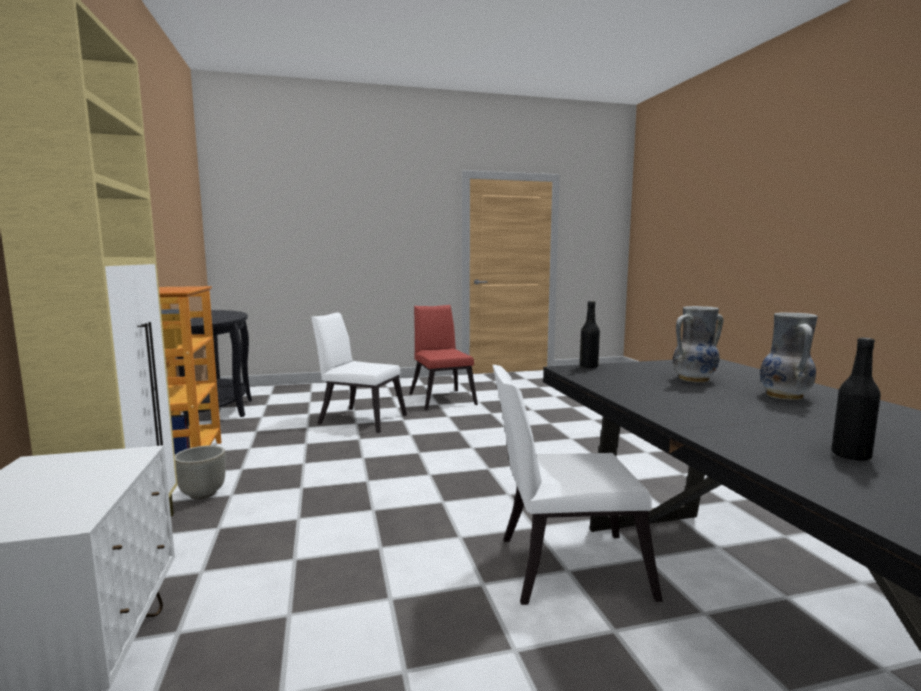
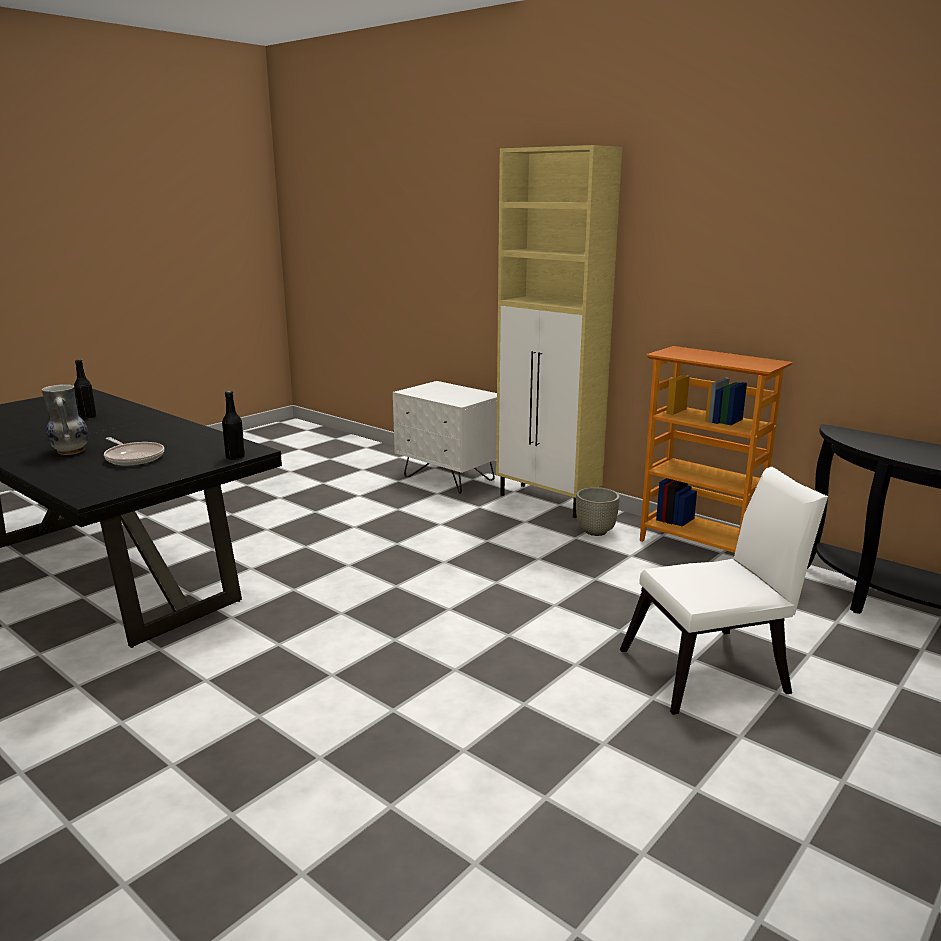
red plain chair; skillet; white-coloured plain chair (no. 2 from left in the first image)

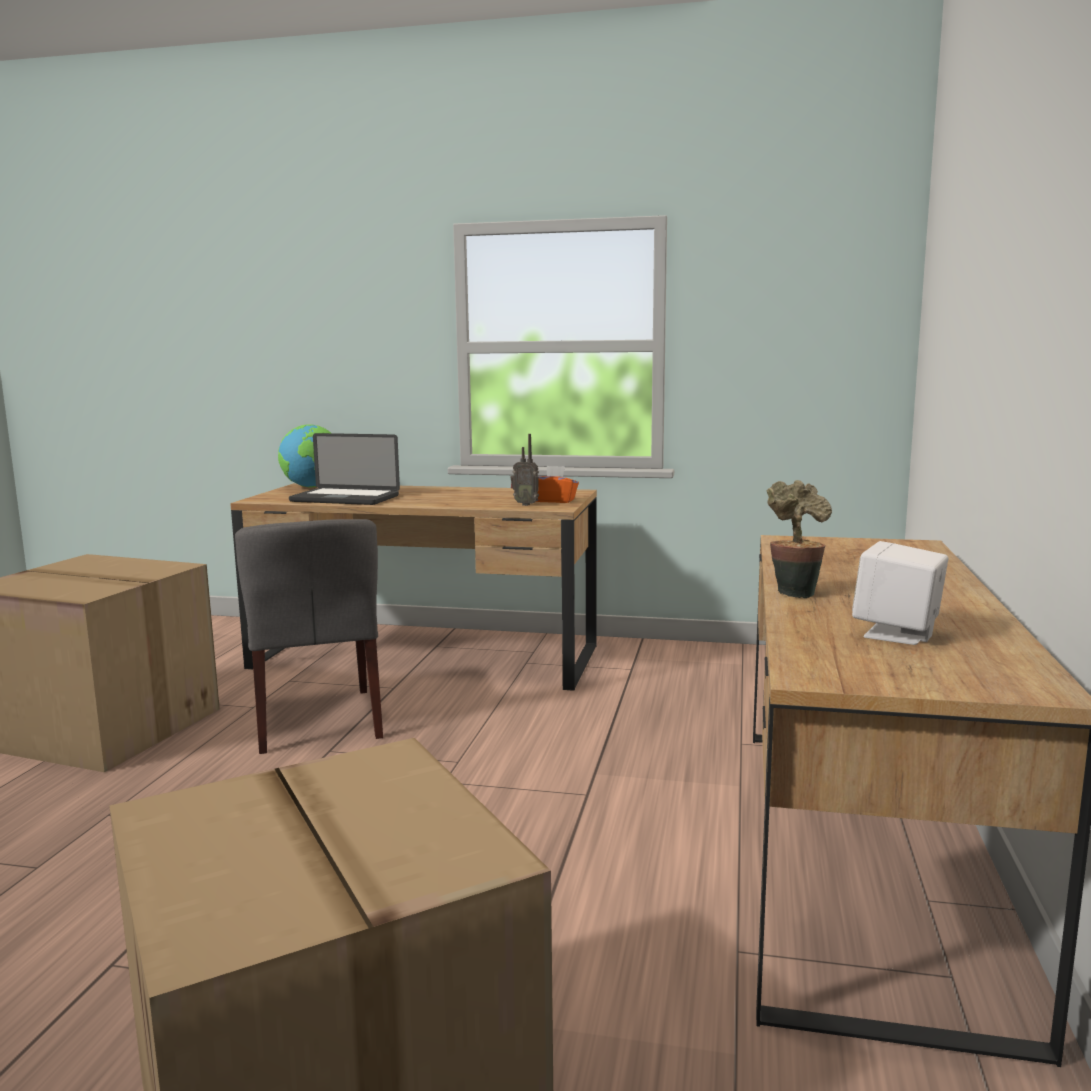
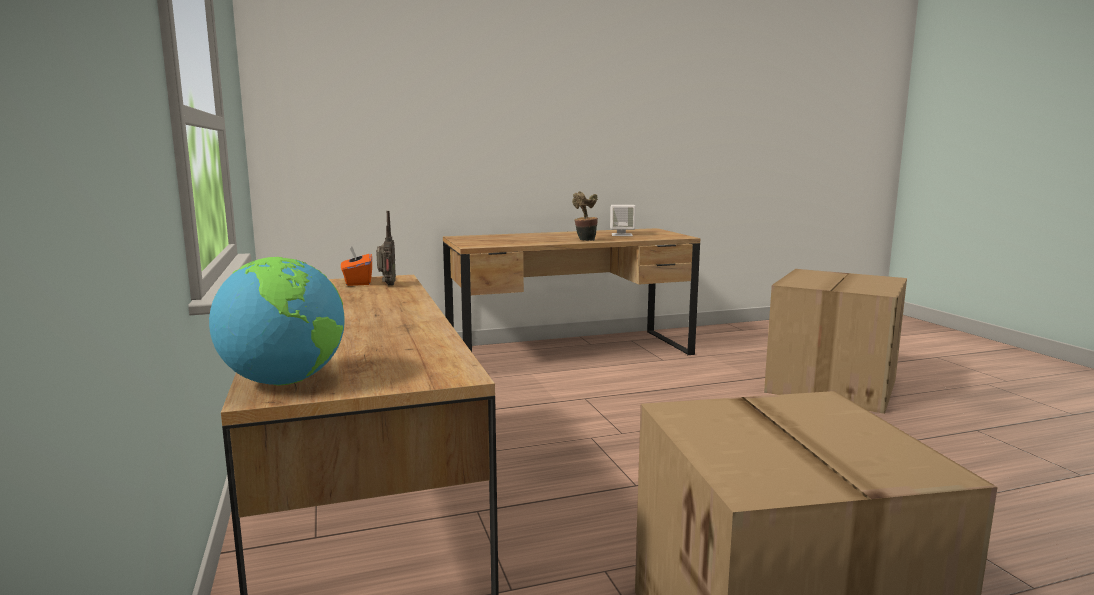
notebook computer; gray plain chair

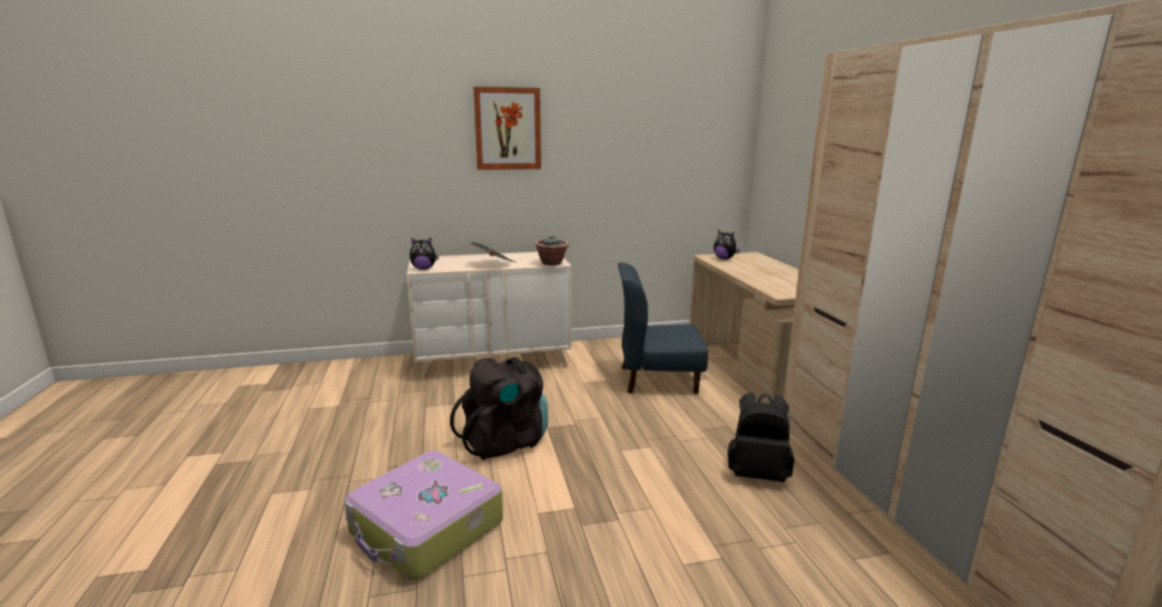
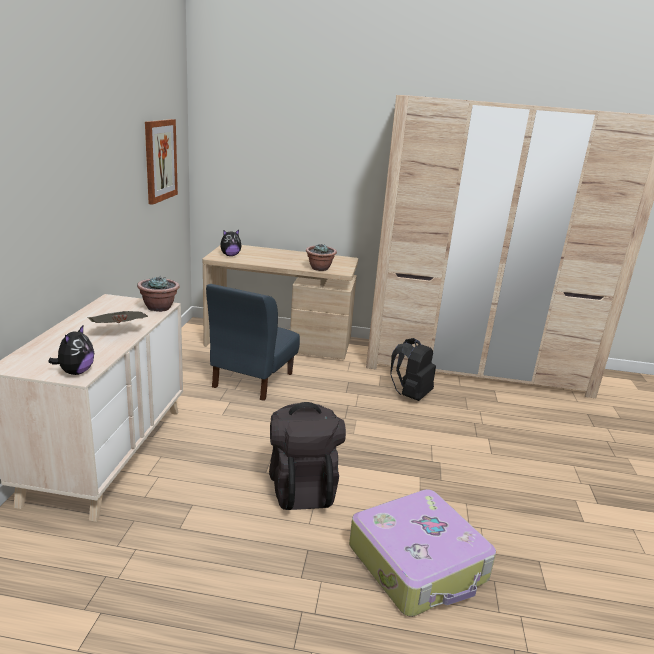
wall art; potted plant (no. 2 from left)

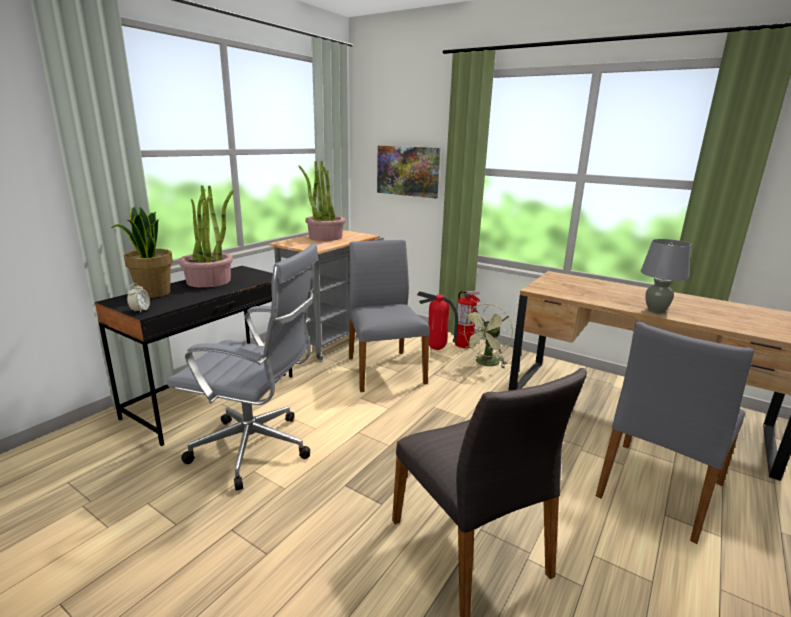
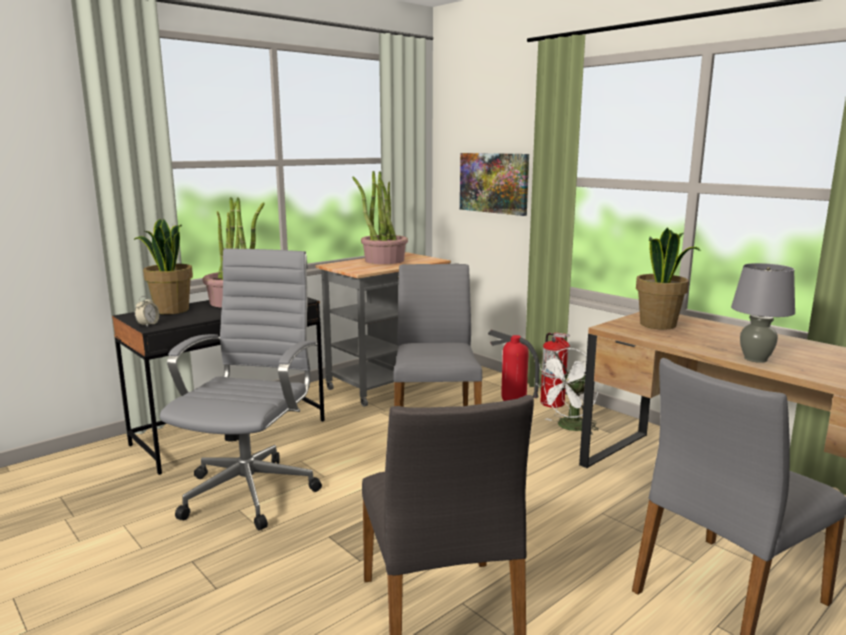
gray office chair; white-coloured cooling fan; potted plant (no. 4 from left)

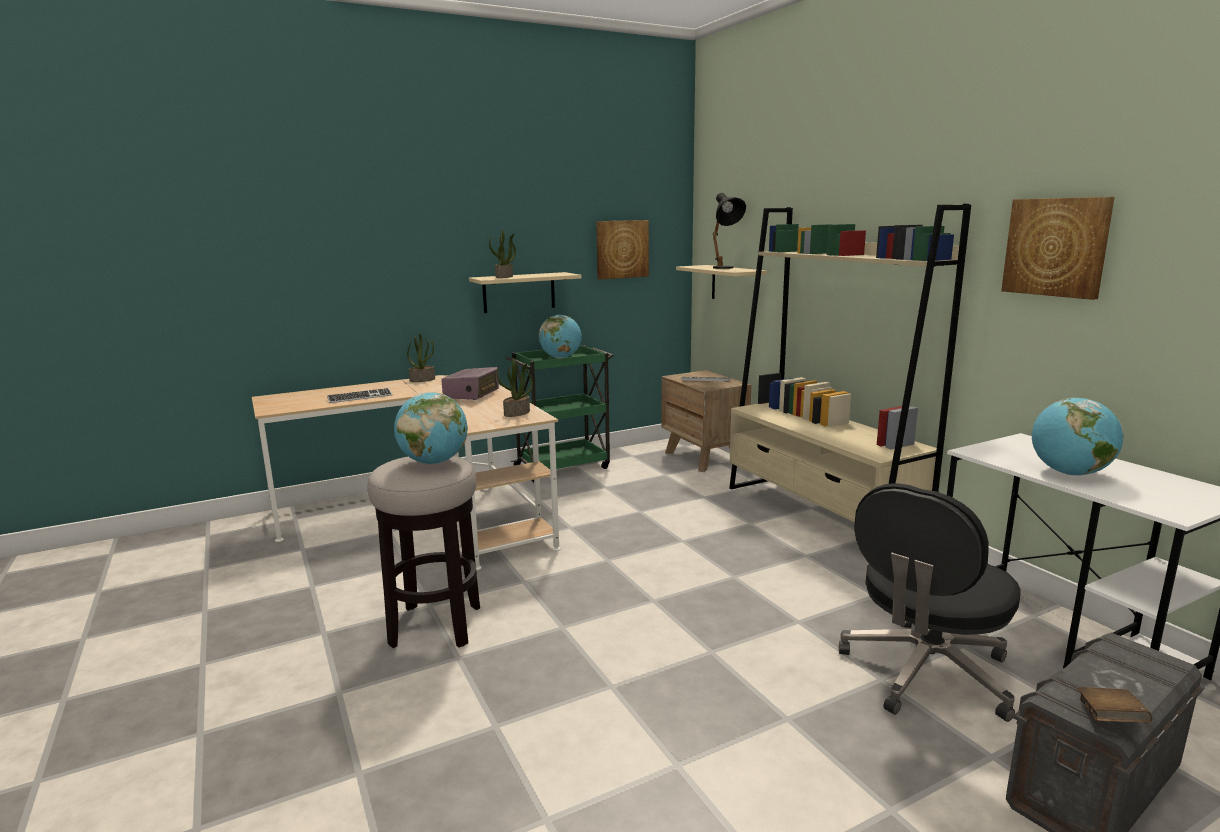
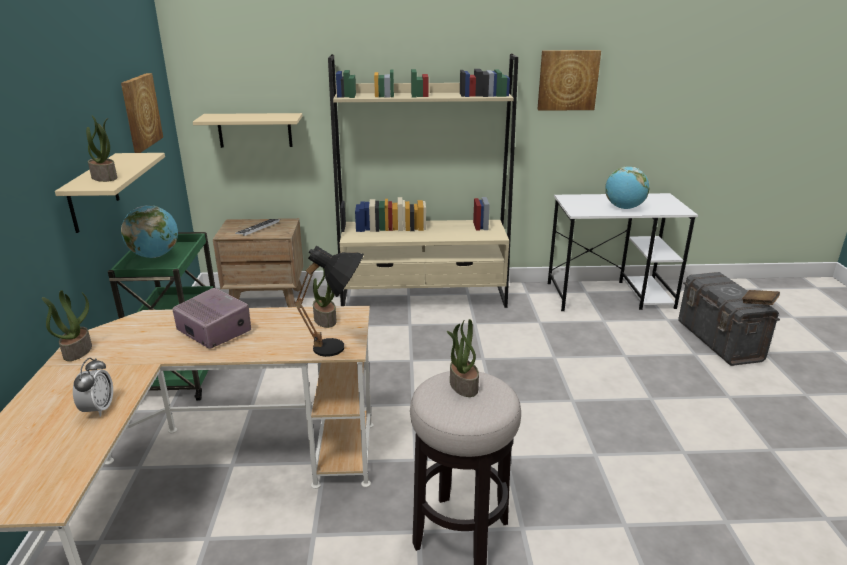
blackish tabletop lamp; alarm clock; potted plant (no. 4 from left); blackish office chair

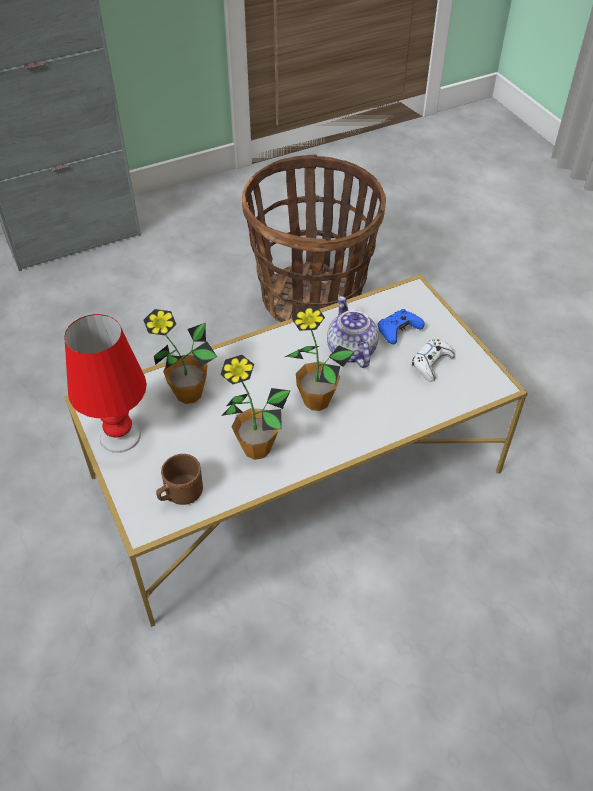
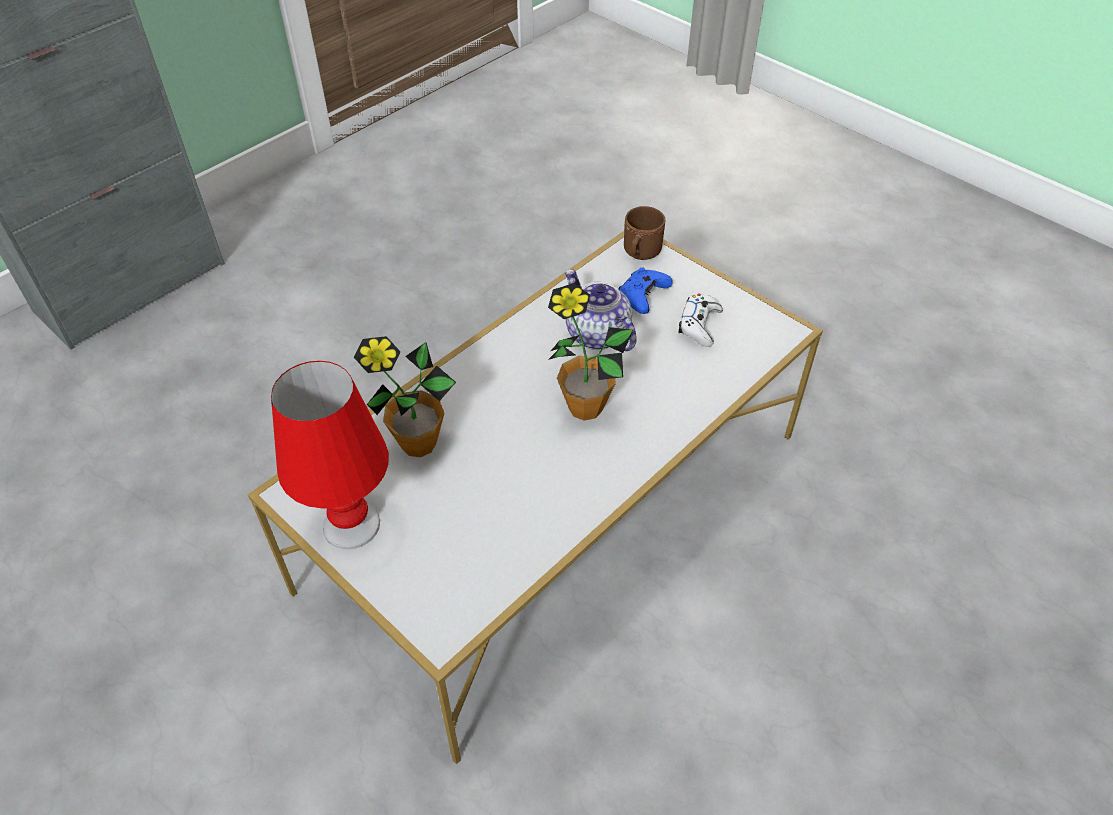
basket; potted plant (no. 2 from left in the first image); brown-coloured tea mug

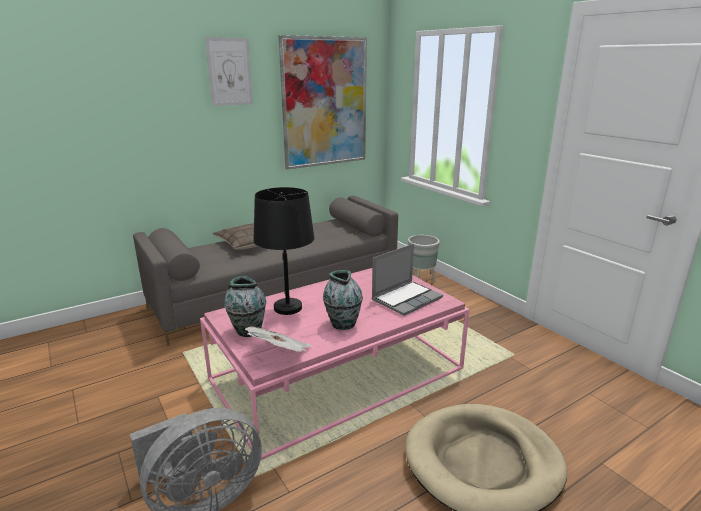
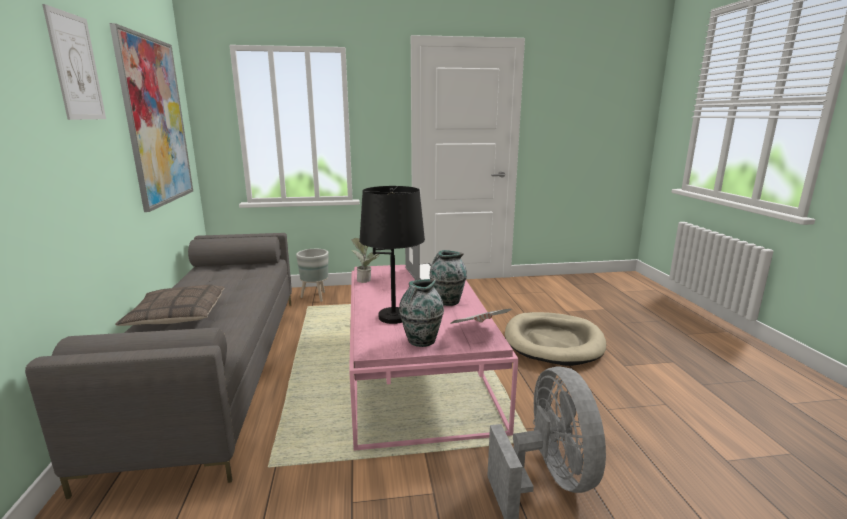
potted plant

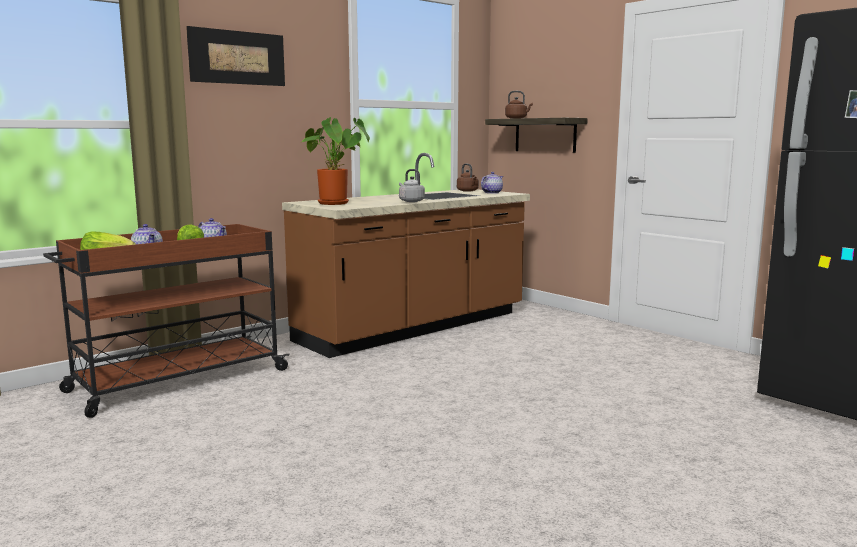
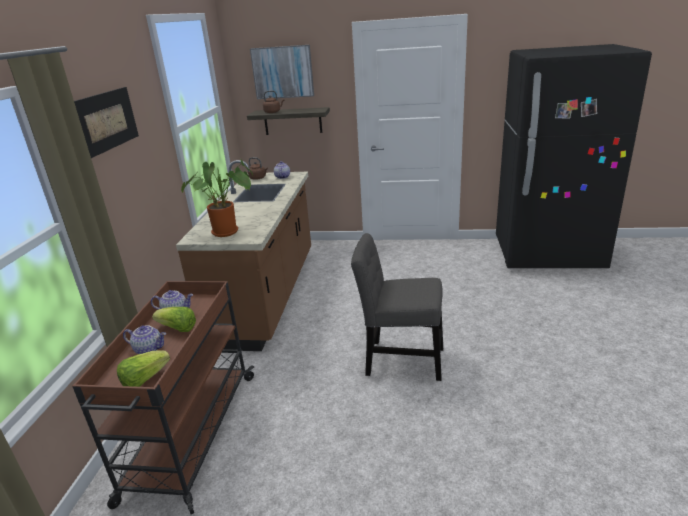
gray tea kettle; wall art (no. 2 from left); gray plain chair

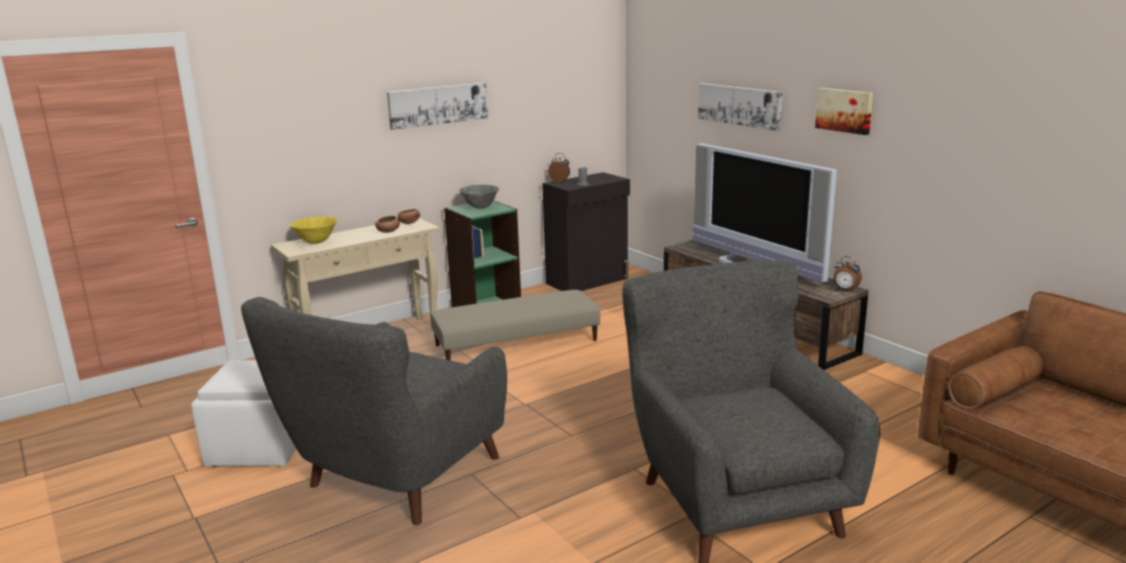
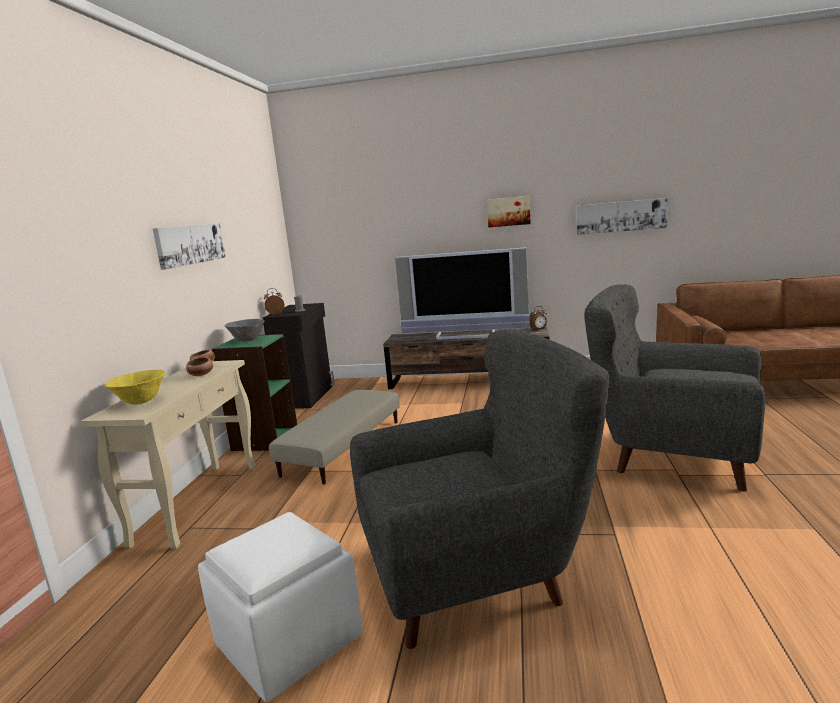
wall art (no. 3 from left); gray easy chair (no. 1 from left)

